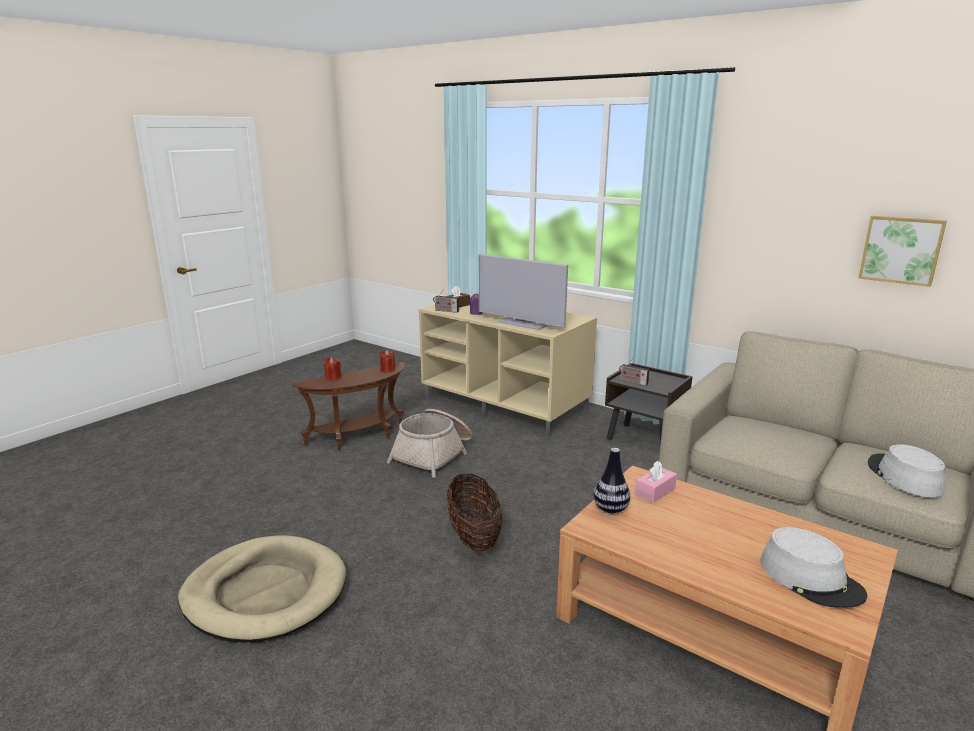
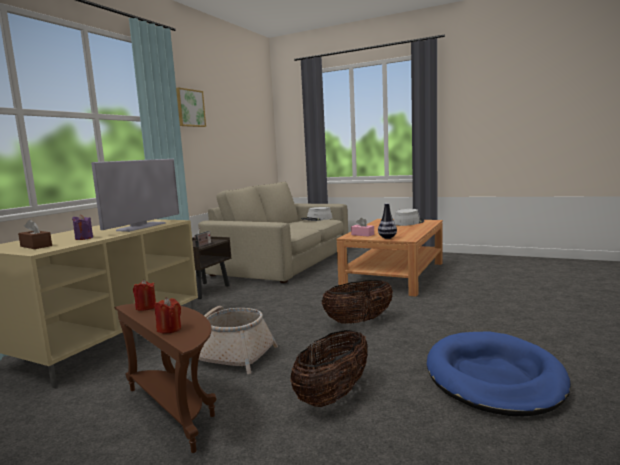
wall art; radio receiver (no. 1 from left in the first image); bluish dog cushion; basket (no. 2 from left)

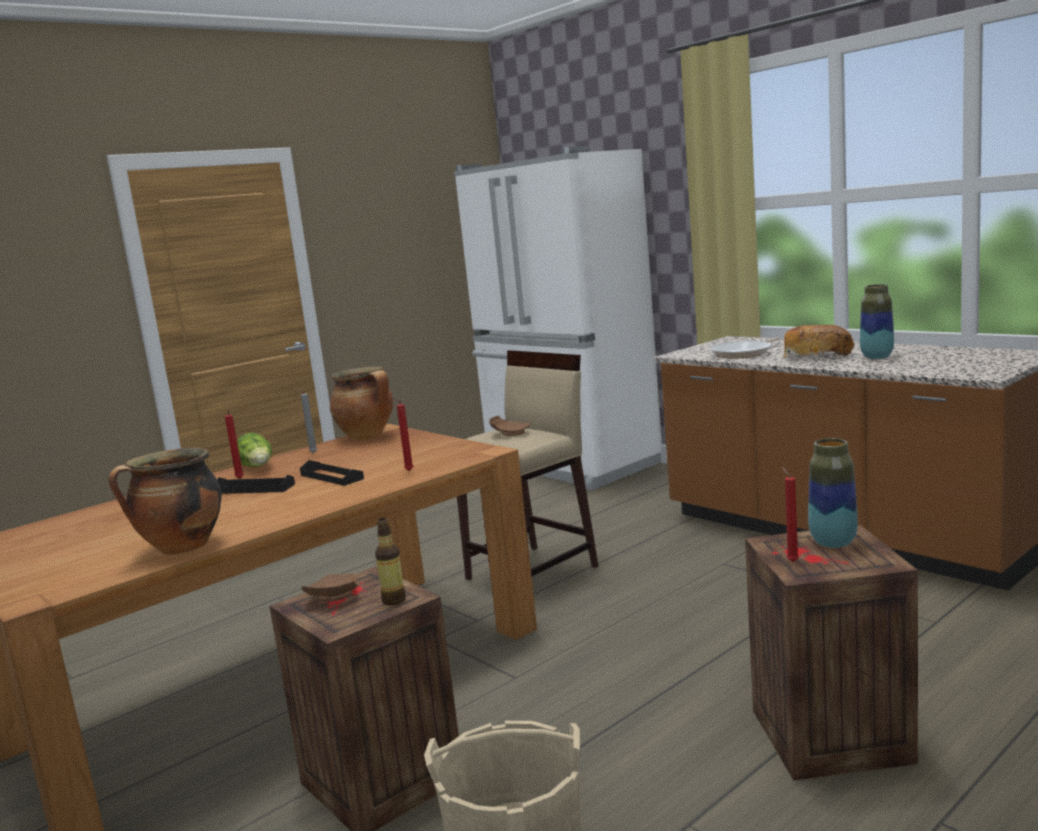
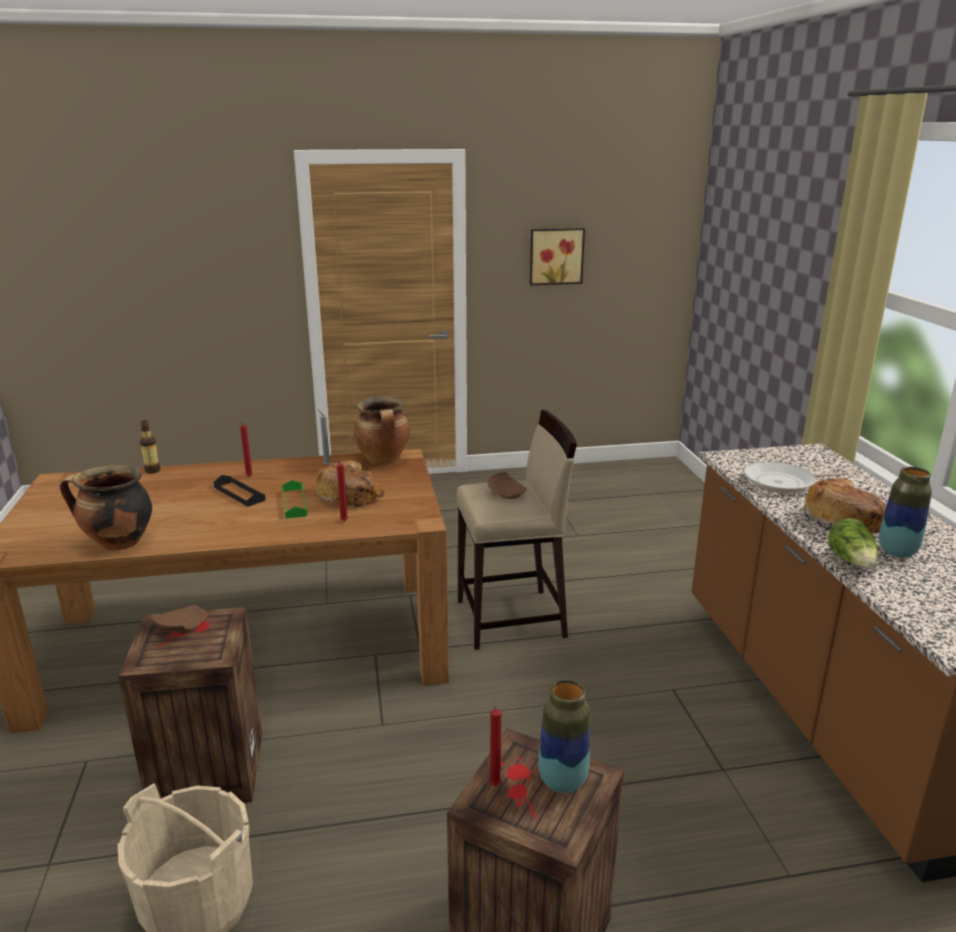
white-coloured refrigerator; lettuce head; greenish tray; bottle; wall art; bread (no. 1 from left)

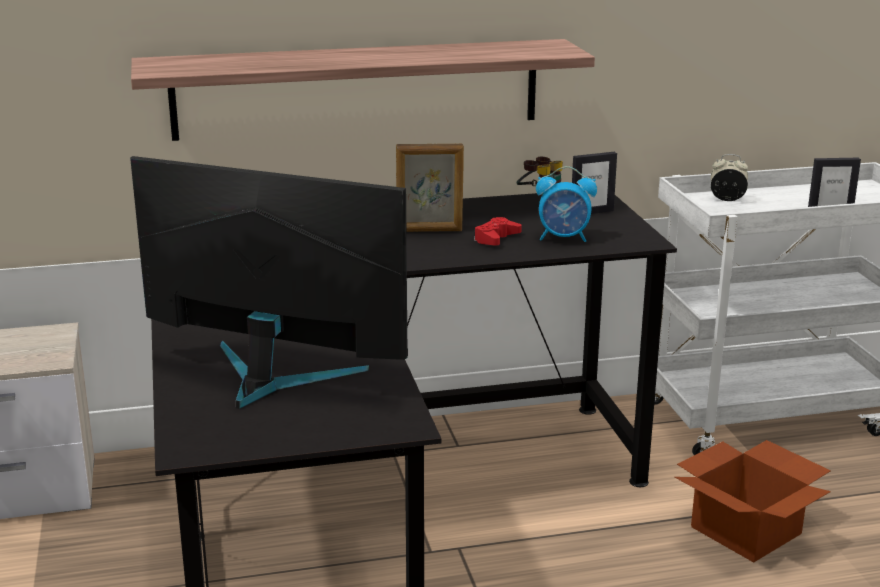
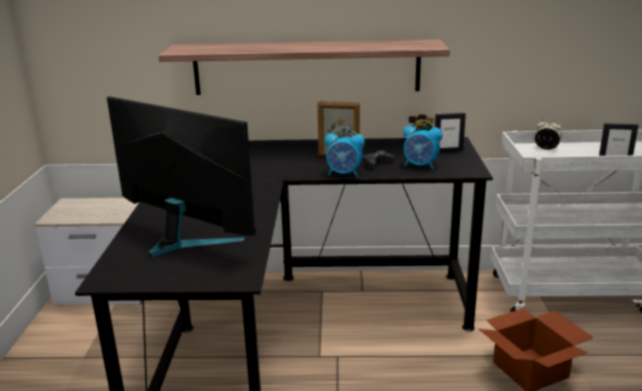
blackish gamepad; alarm clock (no. 1 from left)

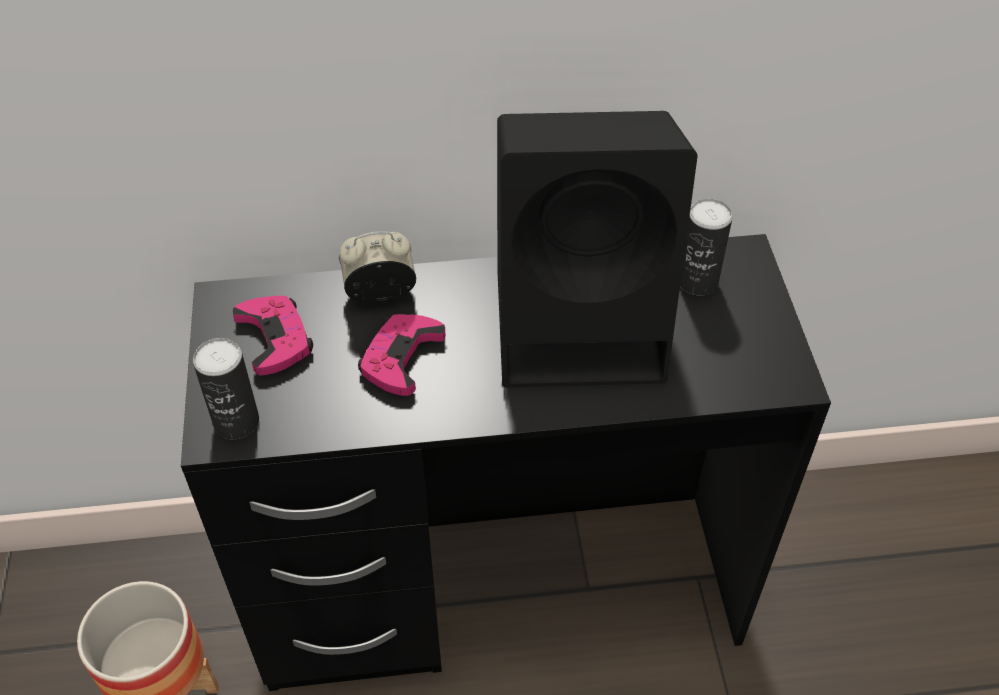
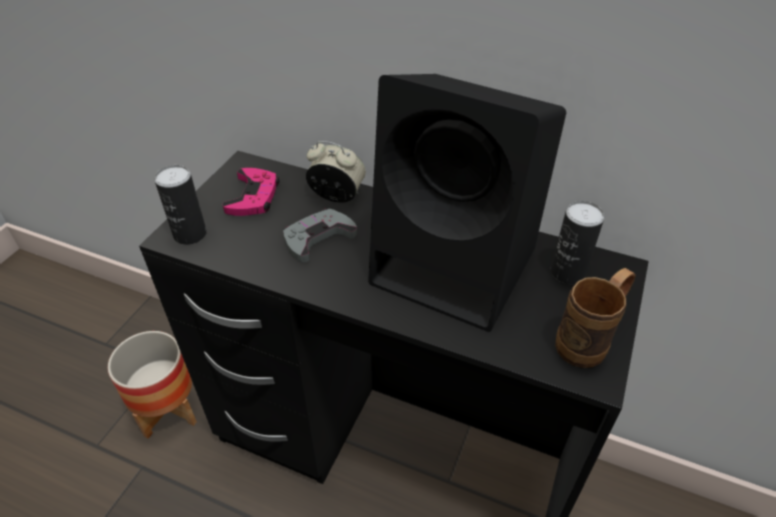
gray gamepad; brown-coloured tea mug

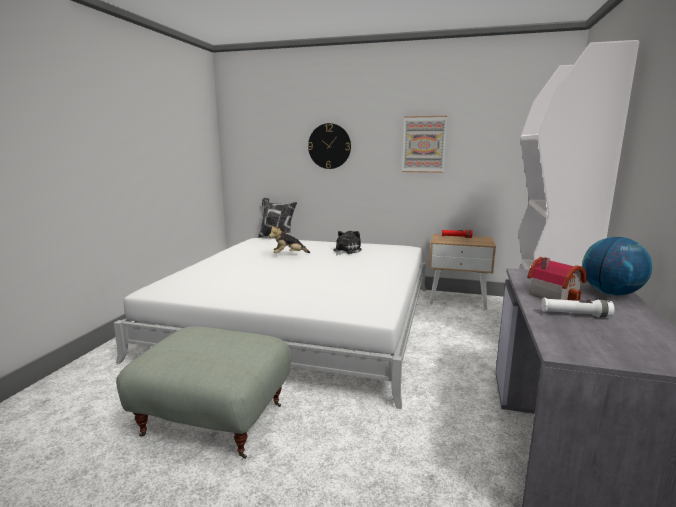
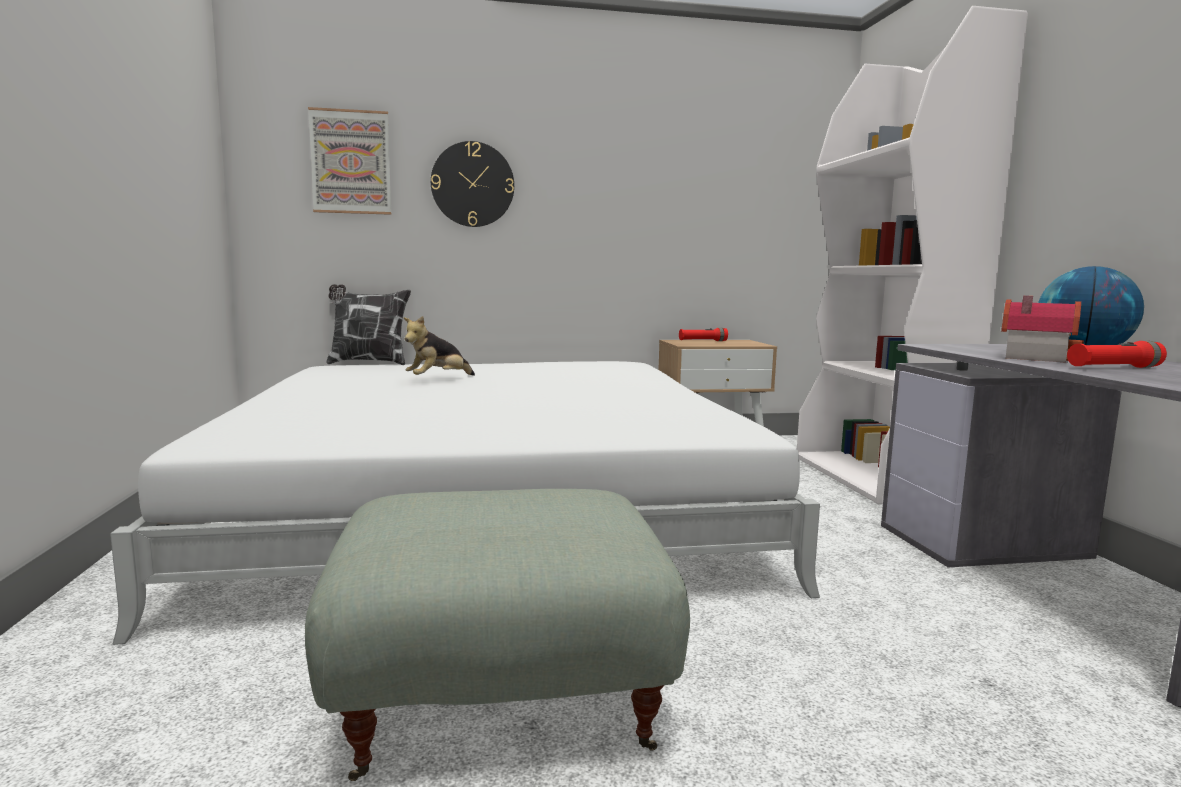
wall art; soft toy (no. 2 from left in the first image); red torch (no. 2 from left)

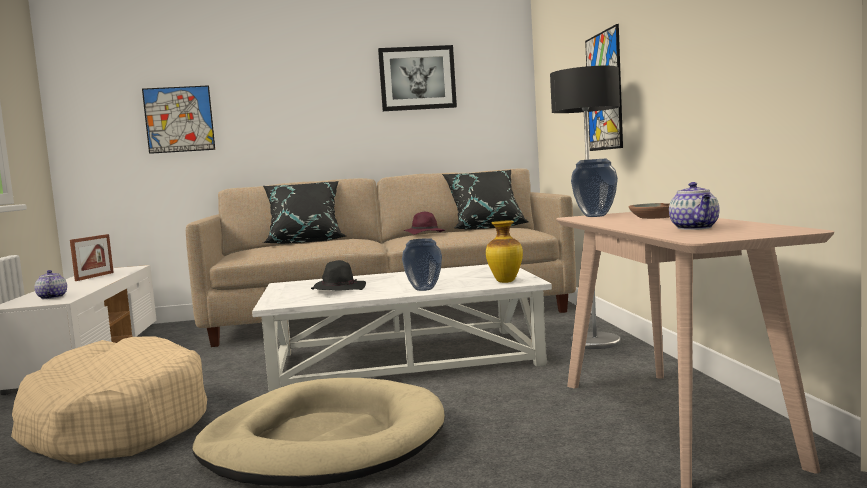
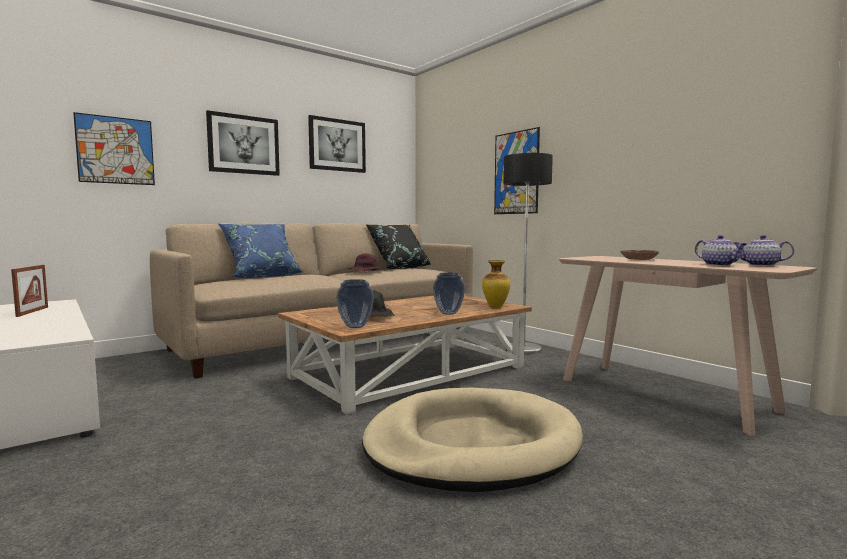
decorative vase (no. 1 from left); bluish throw pillow; brown-coloured lounge table; teapot (no. 2 from left); beige dog cushion (no. 1 from left in the first image); wall art (no. 2 from left)

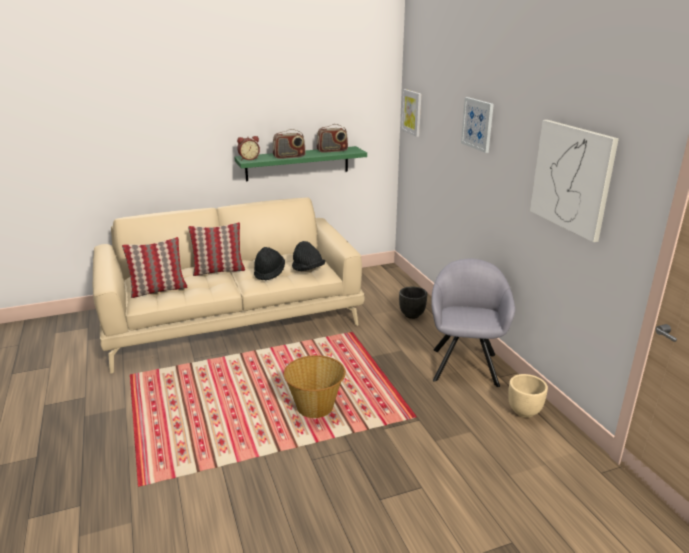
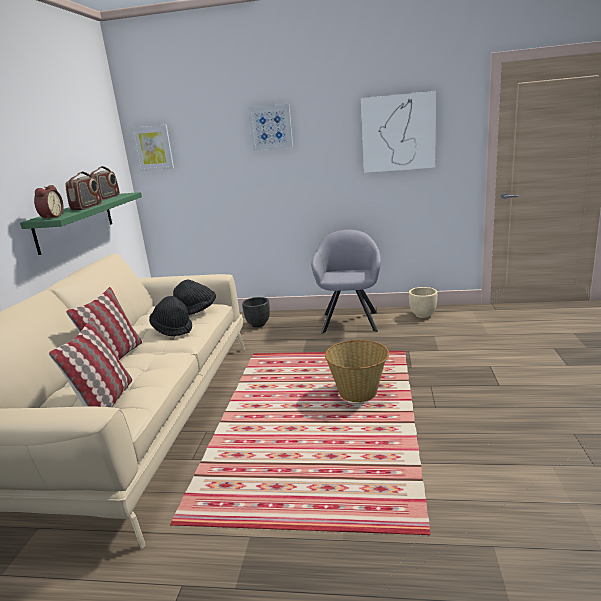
gray easy chair

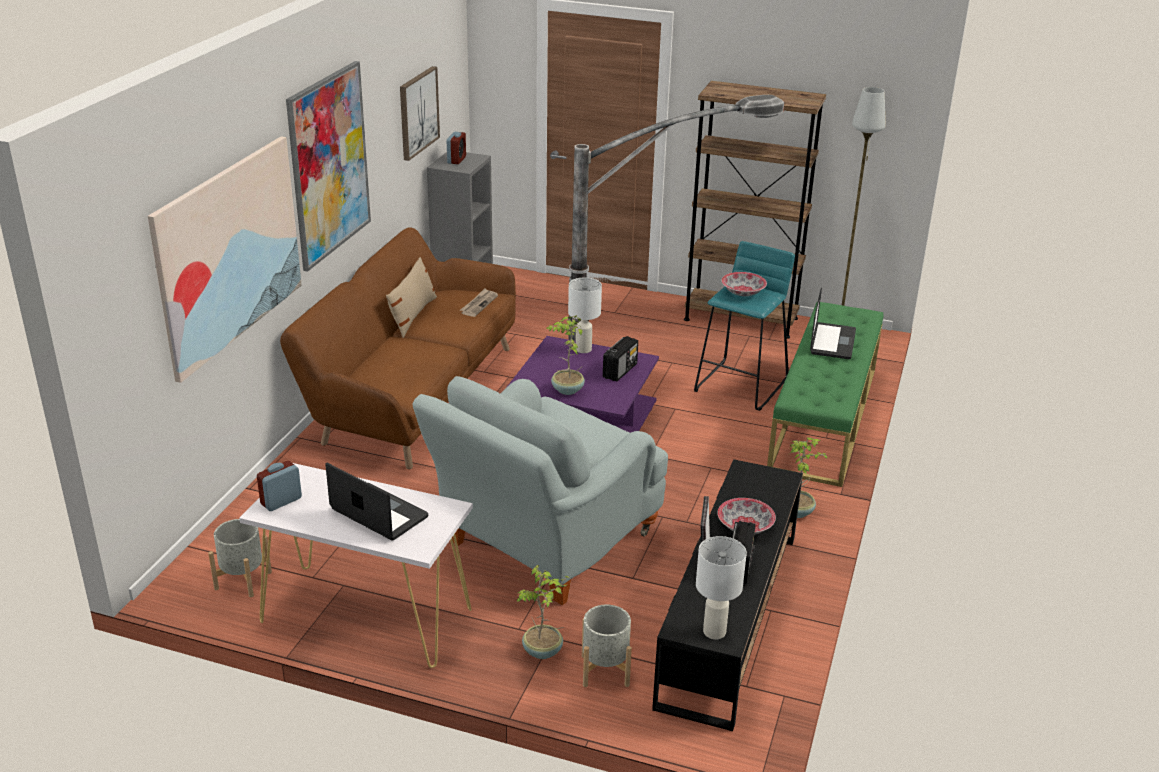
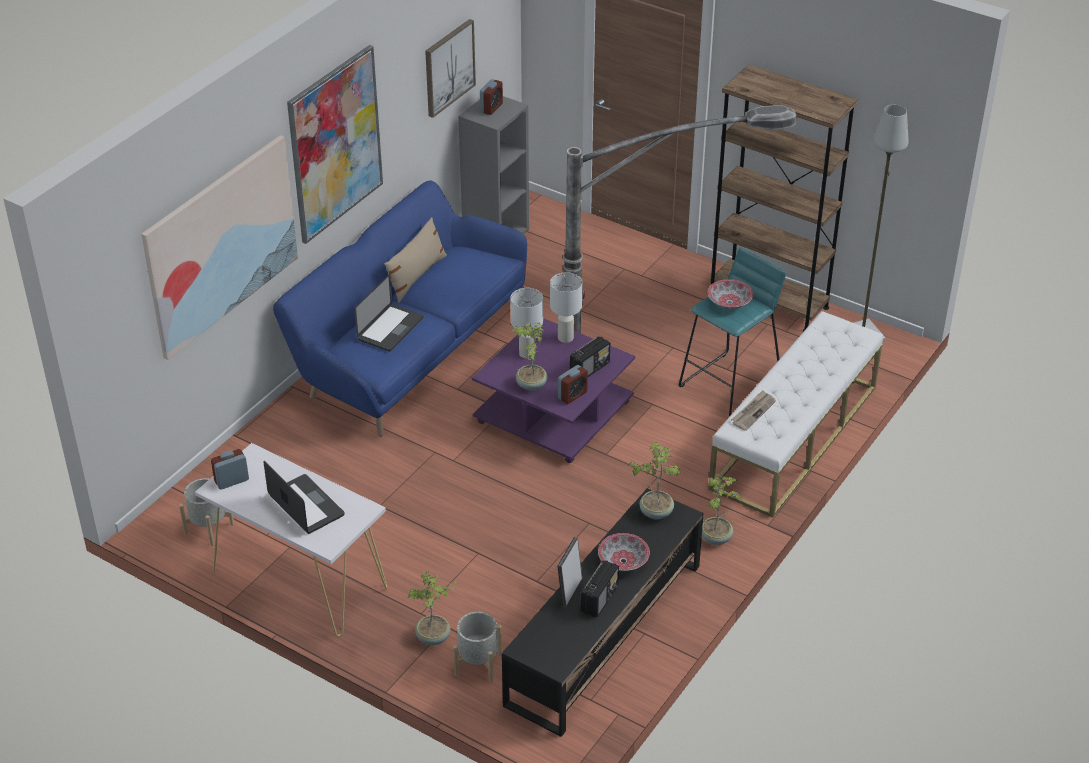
bluish settee; newspaper; notebook computer (no. 2 from left); white-coloured bench; gray easy chair; white-coloured tabletop lamp (no. 1 from left); alarm clock (no. 3 from left); potted plant (no. 3 from left)

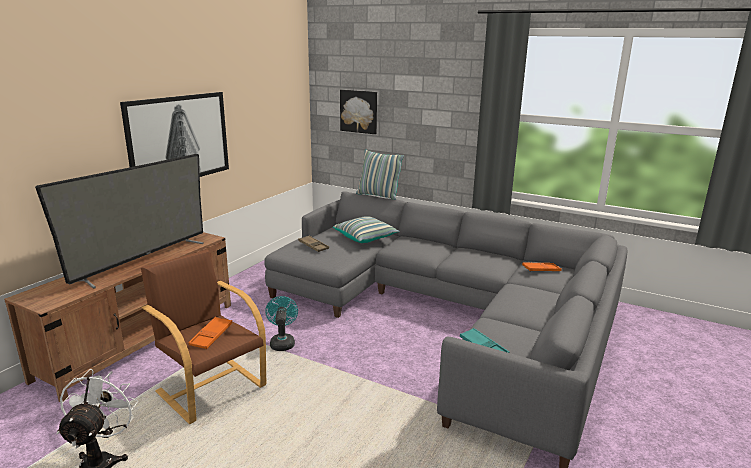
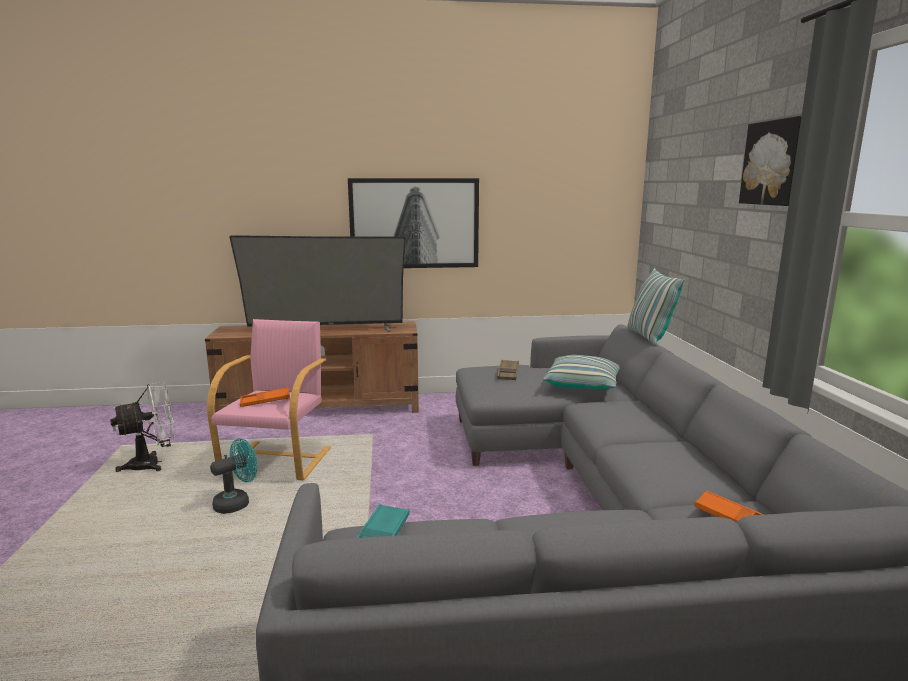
wall art (no. 2 from left); pink-coloured easy chair; blue-green cooling fan

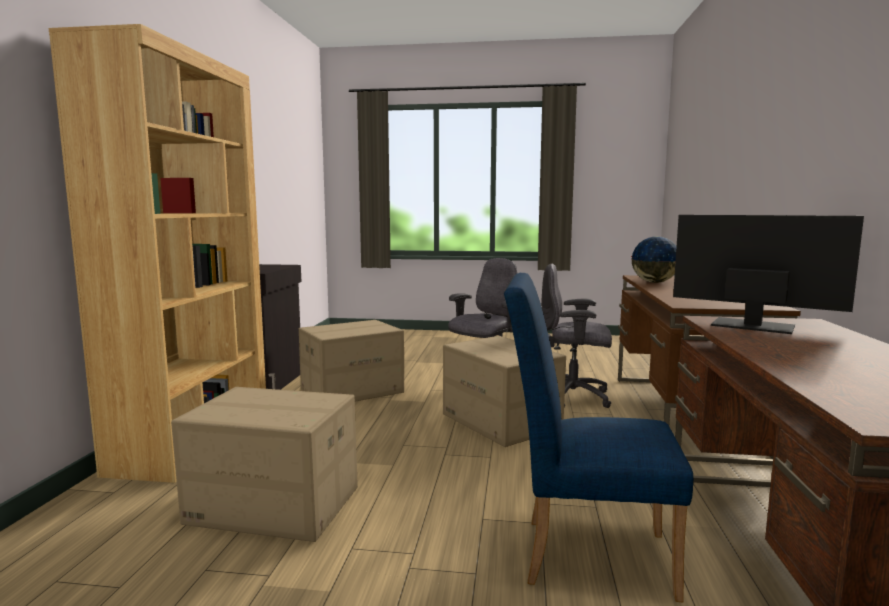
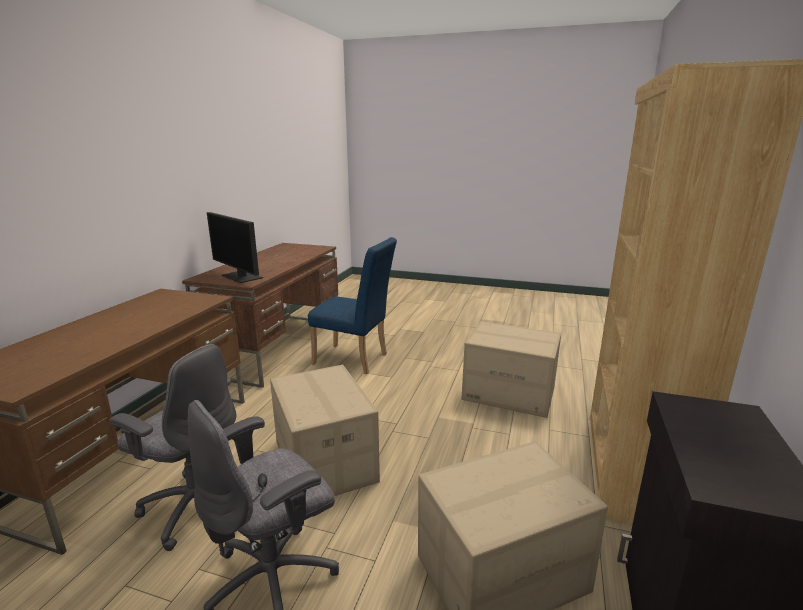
desk globe

